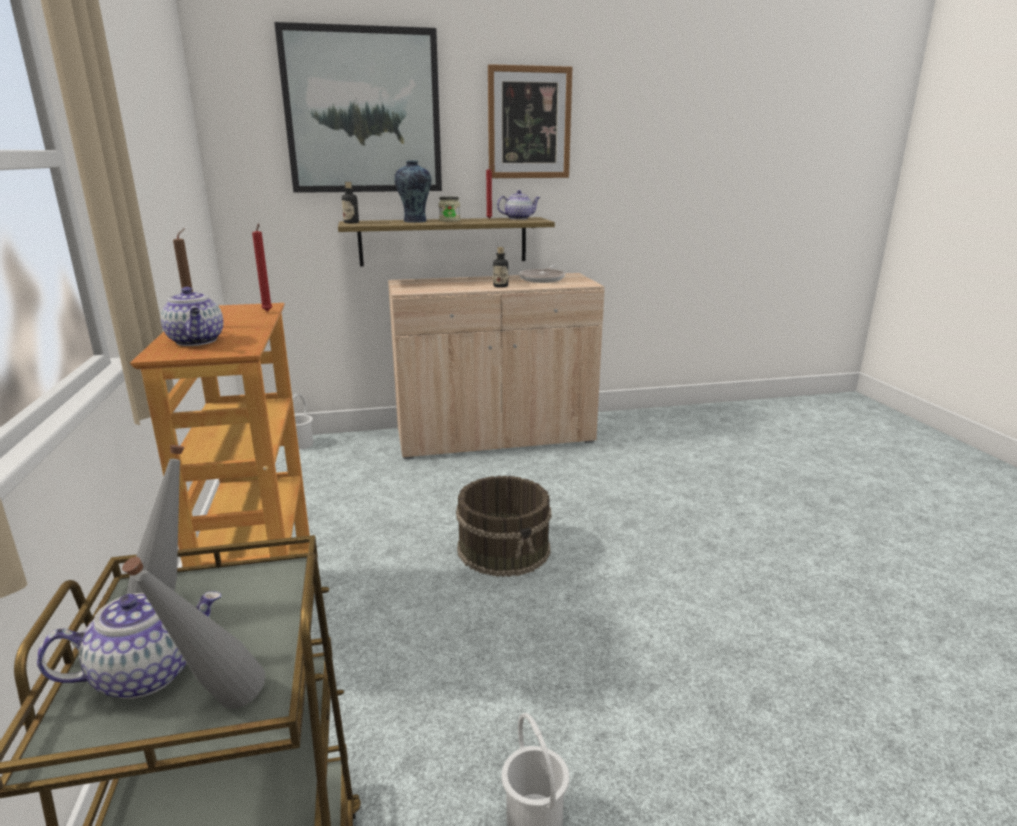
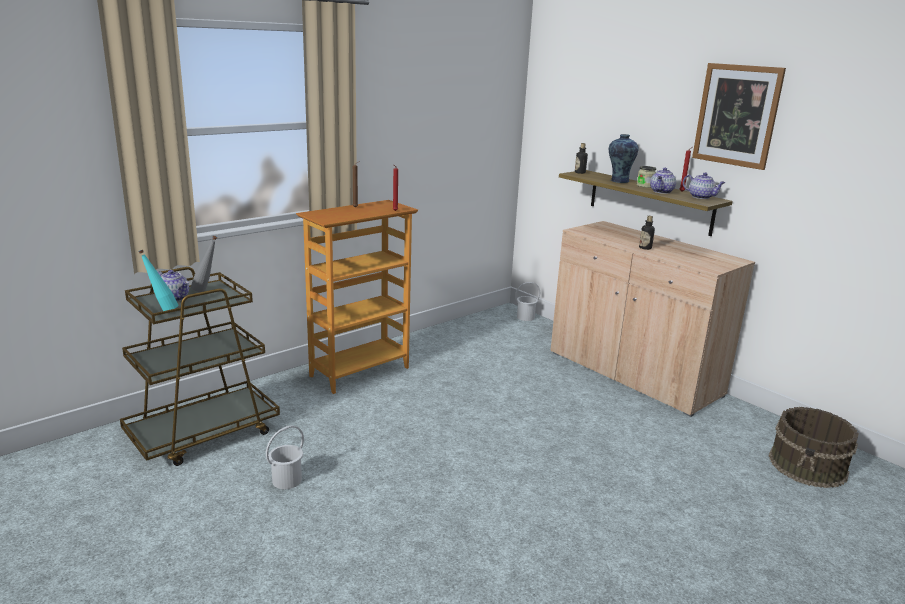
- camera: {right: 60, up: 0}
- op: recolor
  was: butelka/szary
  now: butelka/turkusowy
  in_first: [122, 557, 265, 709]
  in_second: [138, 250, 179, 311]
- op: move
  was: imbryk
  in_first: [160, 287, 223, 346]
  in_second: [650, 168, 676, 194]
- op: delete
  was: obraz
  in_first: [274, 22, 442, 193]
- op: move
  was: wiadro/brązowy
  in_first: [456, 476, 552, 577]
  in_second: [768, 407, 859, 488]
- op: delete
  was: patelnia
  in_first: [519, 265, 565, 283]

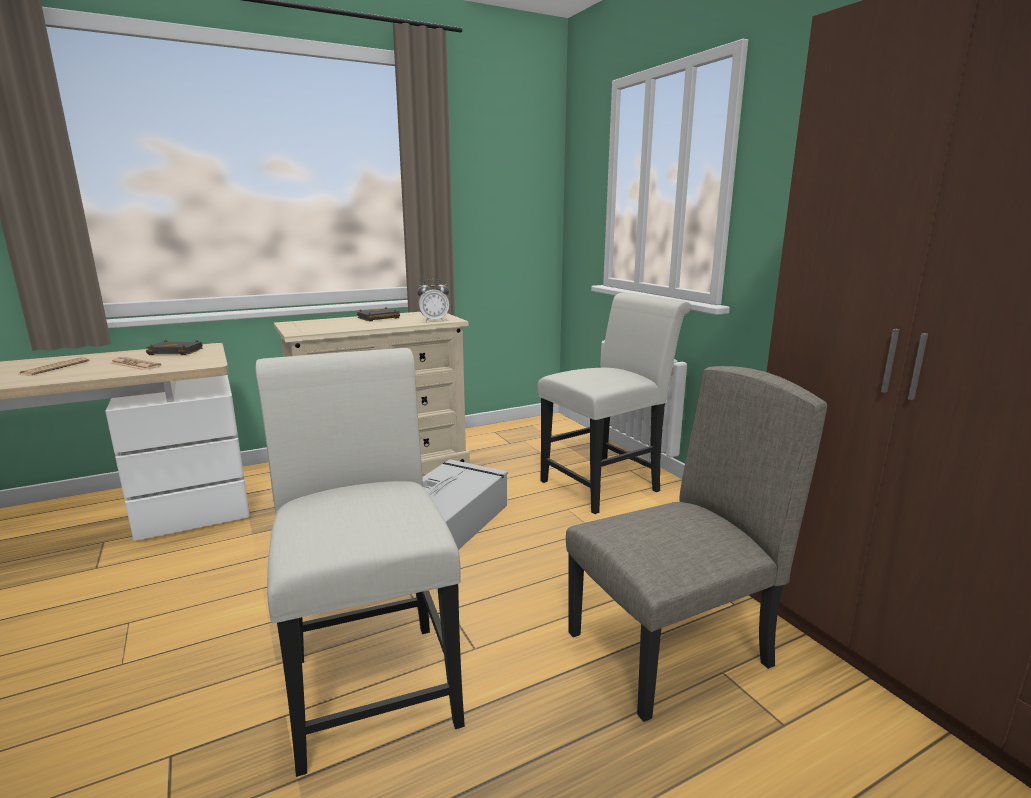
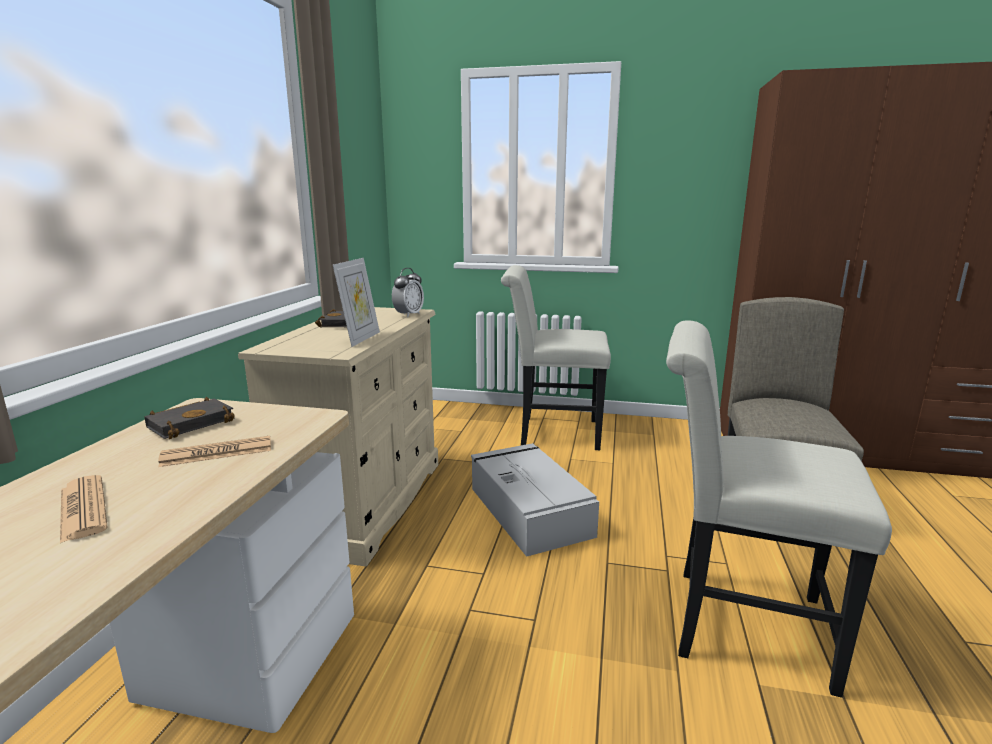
- camera: {right: -50, up: 0}
- op: rotate
  was: krzesło/biały
  in_first: [538, 292, 691, 514]
  in_second: [501, 265, 611, 450]
  clockwise: -90
- op: insert
  now: ramka na zdjęcie
  in_second: [333, 258, 380, 347]

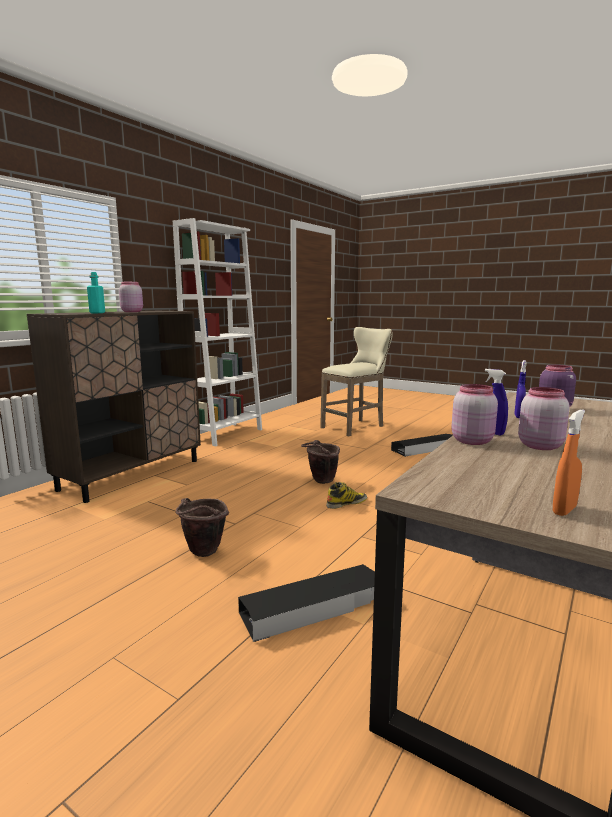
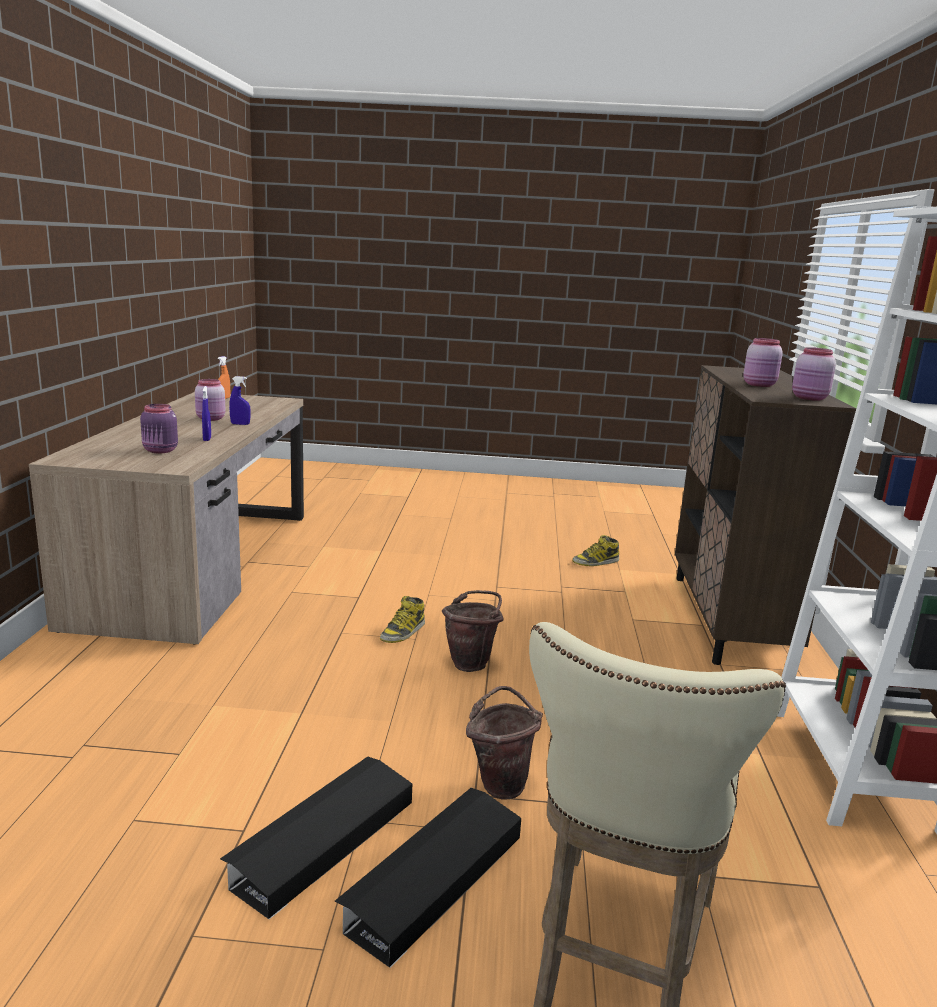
- camera: {right: 150, up: 5}
- op: delete
  was: butelka/turkusowy
  in_first: [87, 272, 105, 313]
- op: move
  was: wiadro/brązowy
  in_first: [176, 498, 229, 557]
  in_second: [466, 686, 543, 800]
- op: move
  was: pojemnik do przechowywania/czarny
  in_first: [238, 564, 375, 642]
  in_second: [335, 788, 521, 968]
- op: move
  was: słoik/różowy
  in_first: [451, 384, 498, 445]
  in_second: [792, 347, 836, 401]
- op: insert
  now: but z cholewką
  in_second: [572, 535, 619, 566]

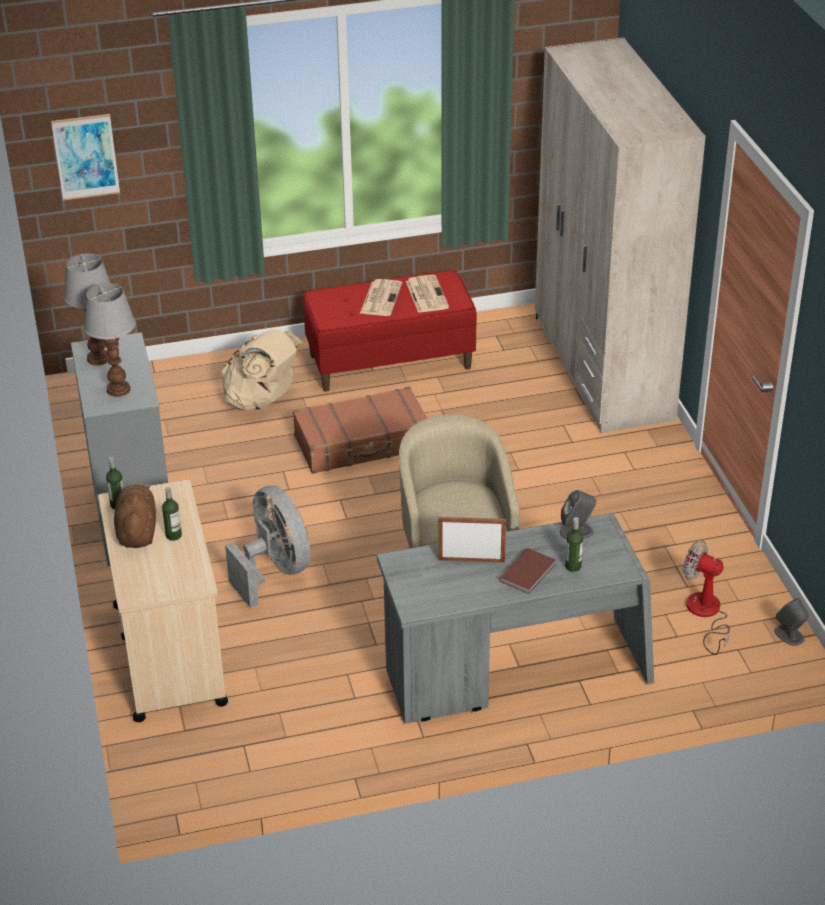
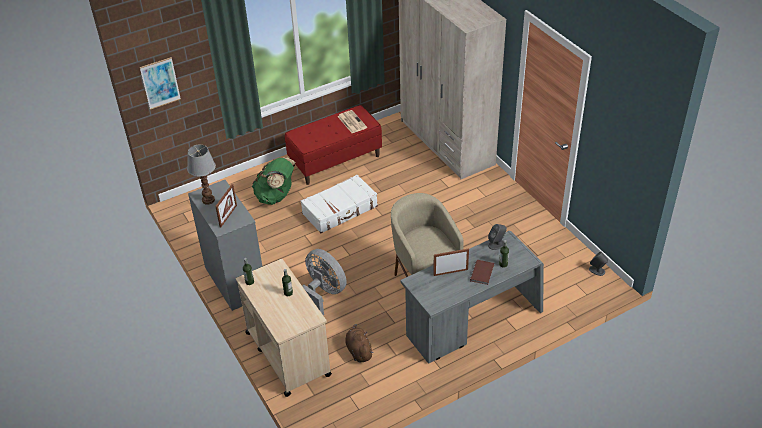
- camera: {right: -15, up: 5}
- op: replace
  was: lampa stołowa
  now: ramka na zdjęcie
  in_first: [84, 283, 136, 397]
  in_second: [215, 184, 237, 228]
- op: move
  was: pluszak/brązowy
  in_first: [114, 484, 156, 548]
  in_second: [345, 324, 373, 363]
- op: recolor
  was: plecak/beżowy
  now: plecak/zielony
  in_first: [221, 329, 304, 411]
  in_second: [252, 157, 296, 205]
- op: recolor
  was: walizka/brązowy
  now: walizka/biały
  in_first: [293, 386, 428, 474]
  in_second: [301, 175, 378, 233]
- op: delete
  was: gazeta
  in_first: [360, 279, 402, 316]
- op: delete
  was: wentylator
  in_first: [683, 540, 730, 655]

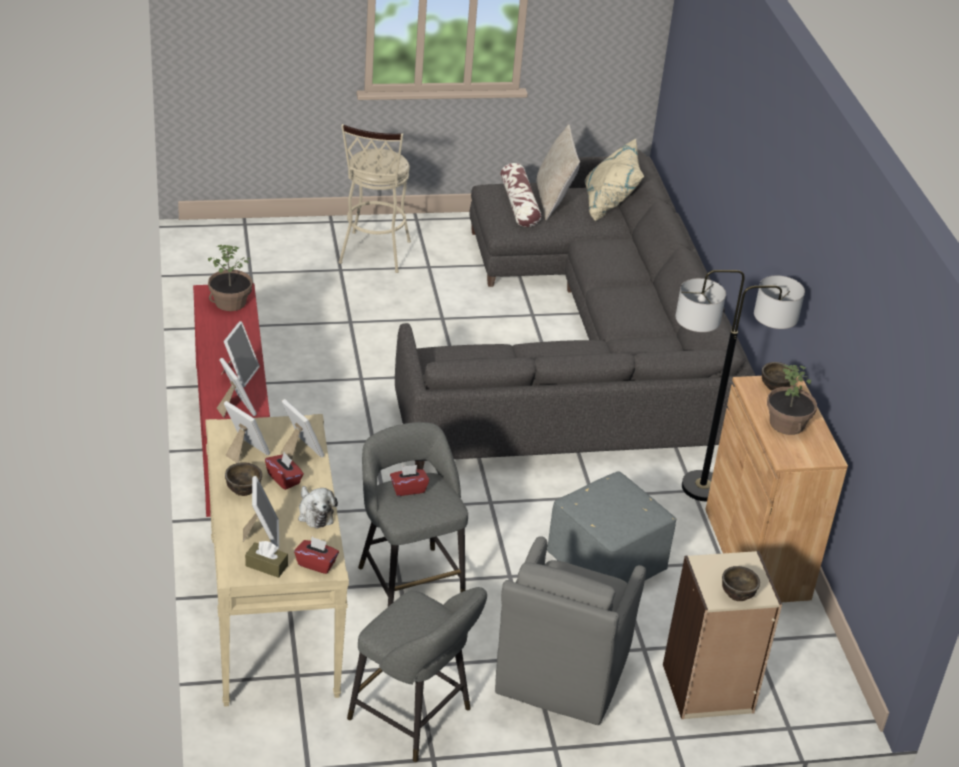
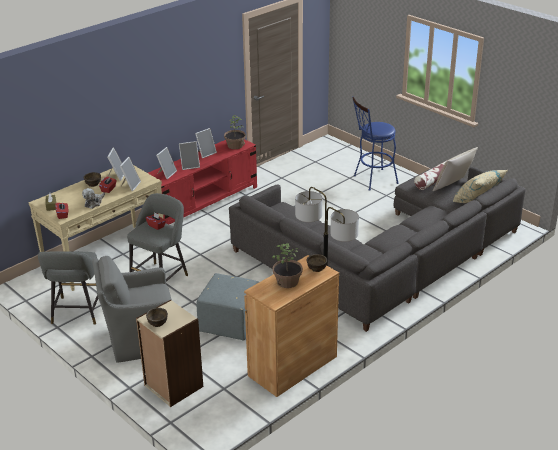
- camera: {right: 60, up: -5}
- op: move
  was: ramka na zdjęcie
  in_first: [243, 476, 279, 549]
  in_second: [195, 128, 217, 158]
- op: recolor
  was: stołek/beżowy
  now: stołek/niebieski
  in_first: [339, 124, 411, 273]
  in_second: [352, 97, 399, 191]

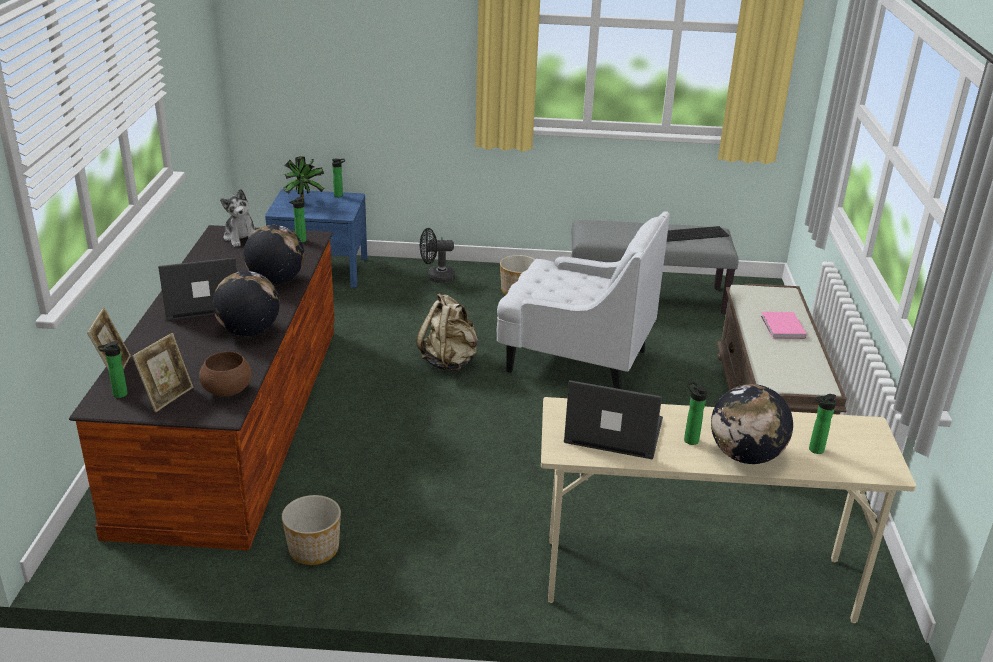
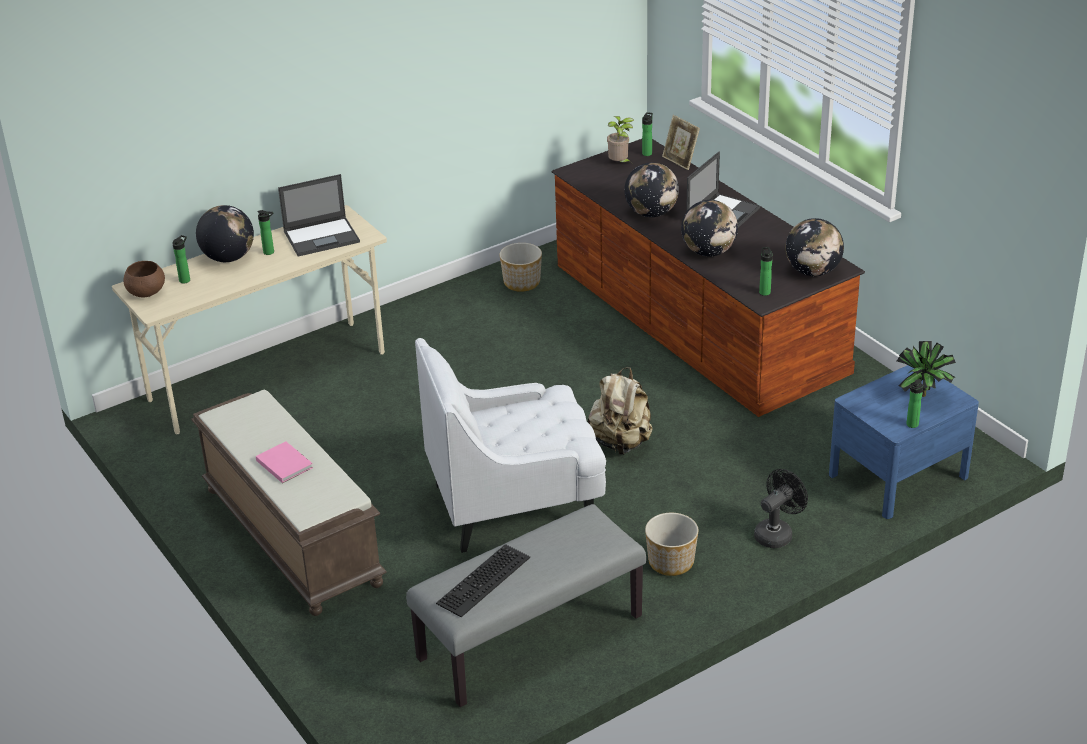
- camera: {right: 145, up: 5}
- op: replace
  was: ramka na zdjęcie
  now: roślina doniczkowa
  in_first: [132, 333, 193, 412]
  in_second: [607, 116, 634, 163]
- op: move
  was: miska/brązowy
  in_first: [199, 351, 252, 397]
  in_second: [123, 261, 165, 297]
- op: replace
  was: pluszak
  now: globus
  in_first: [220, 189, 255, 247]
  in_second: [785, 218, 844, 276]

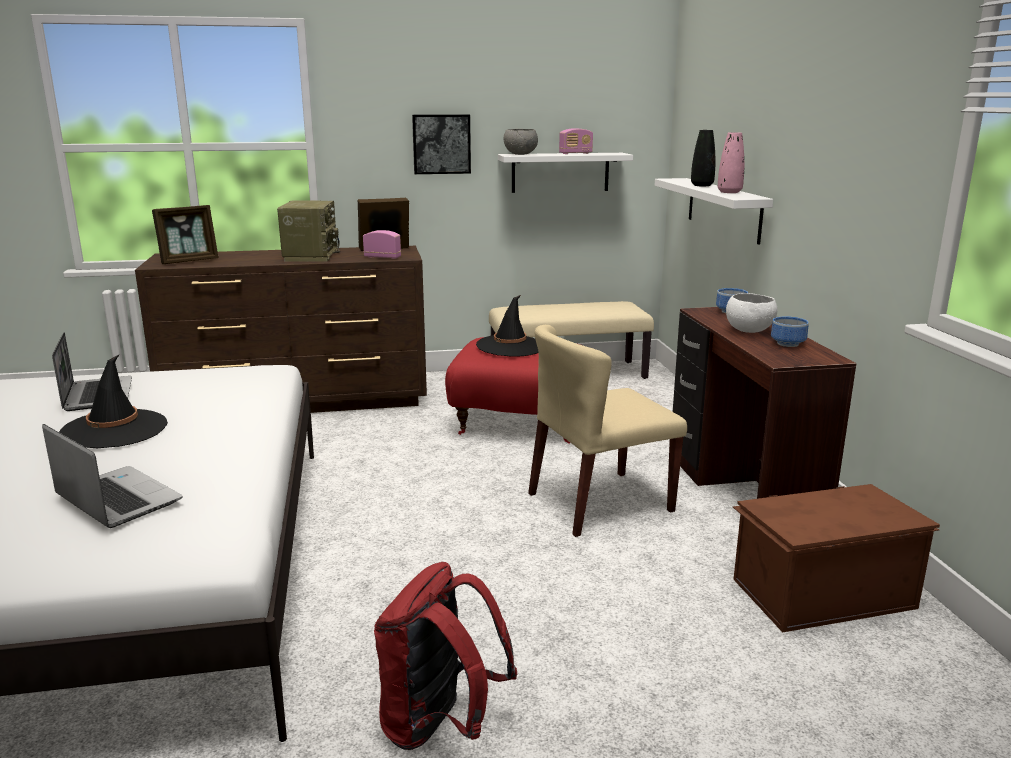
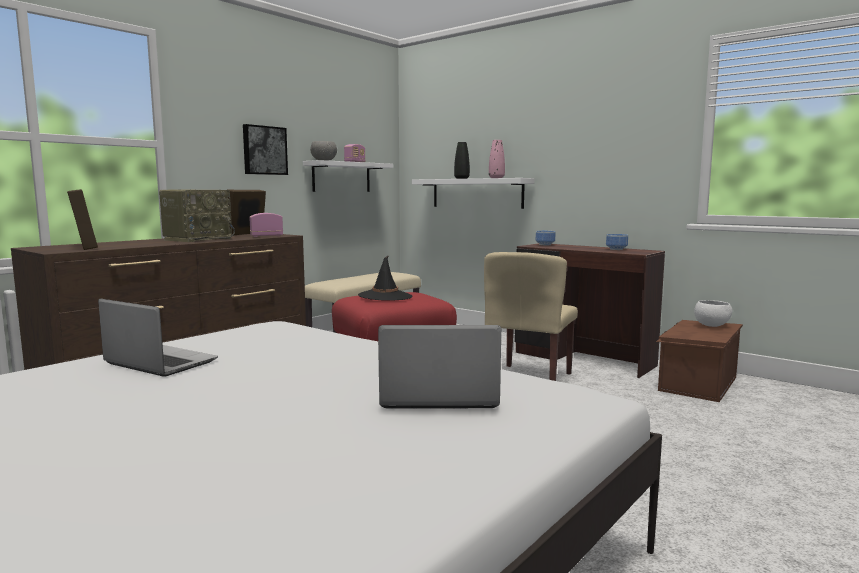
- camera: {right: -40, up: -10}
- op: delete
  was: kapelusz/czarny
  in_first: [59, 355, 168, 448]
- op: rotate
  was: ramka na zdjęcie
  in_first: [152, 205, 219, 264]
  in_second: [67, 189, 98, 250]
  clockwise: -45
- op: rotate
  was: radio
  in_first: [277, 200, 340, 262]
  in_second: [159, 190, 235, 242]
  clockwise: 75
- op: delete
  was: plecak/czerwony
  in_first: [374, 562, 517, 750]
- op: move
  was: miska/biały
  in_first: [726, 293, 777, 333]
  in_second: [694, 300, 732, 327]

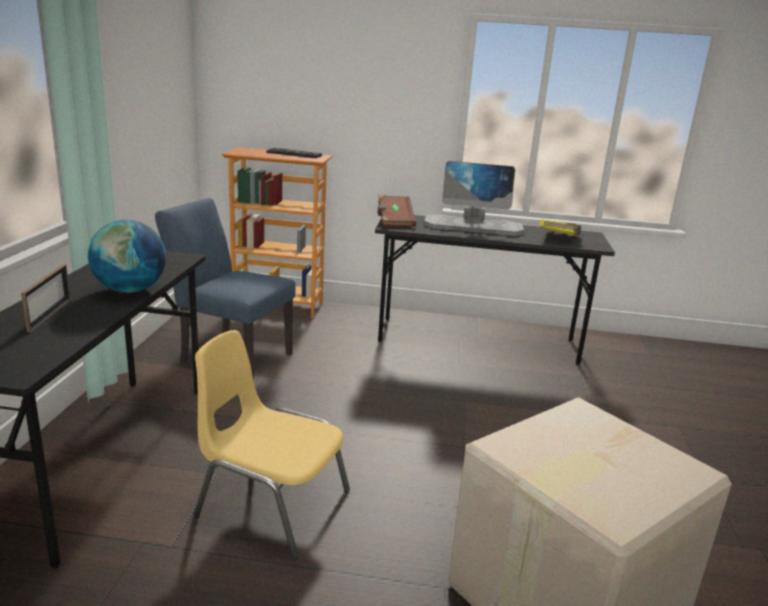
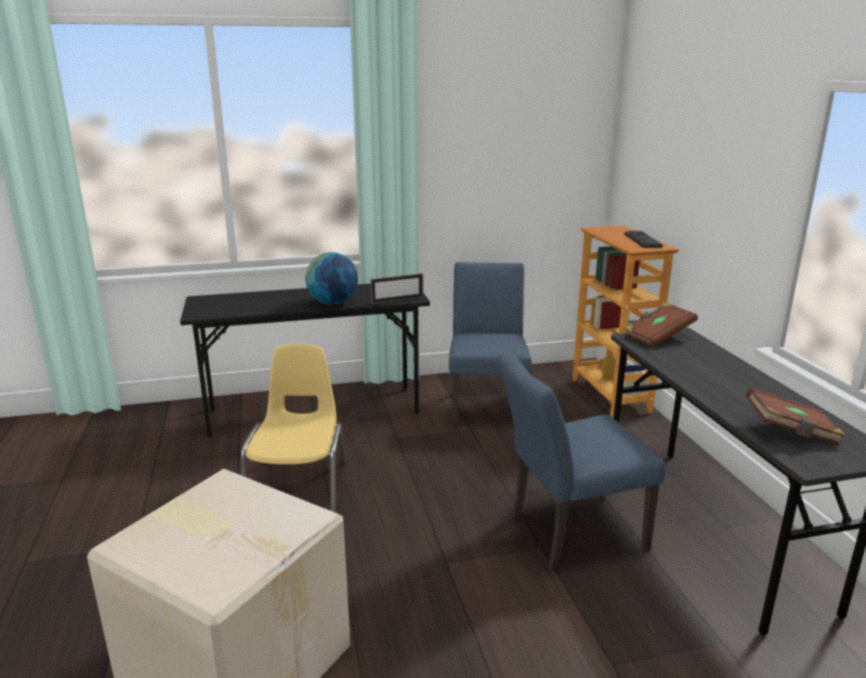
- camera: {right: 70, up: 0}
- op: move
  was: ramka na zdjęcie
  in_first: [21, 264, 71, 332]
  in_second: [371, 273, 423, 304]
- op: delete
  was: monitor
  in_first: [424, 161, 524, 236]
- op: recolor
  was: książka/żółty
  now: książka/brązowy
  in_first: [540, 219, 581, 236]
  in_second: [745, 388, 846, 445]
- op: insert
  now: krzesło/niebieski
  in_second: [497, 352, 665, 571]

